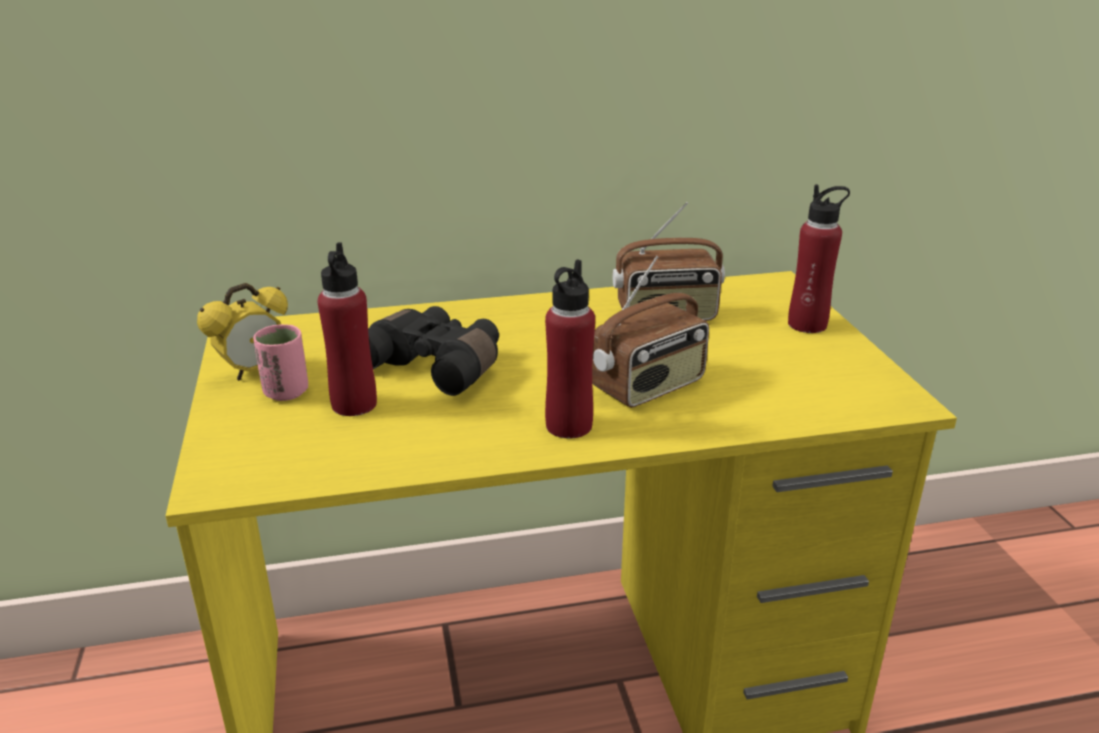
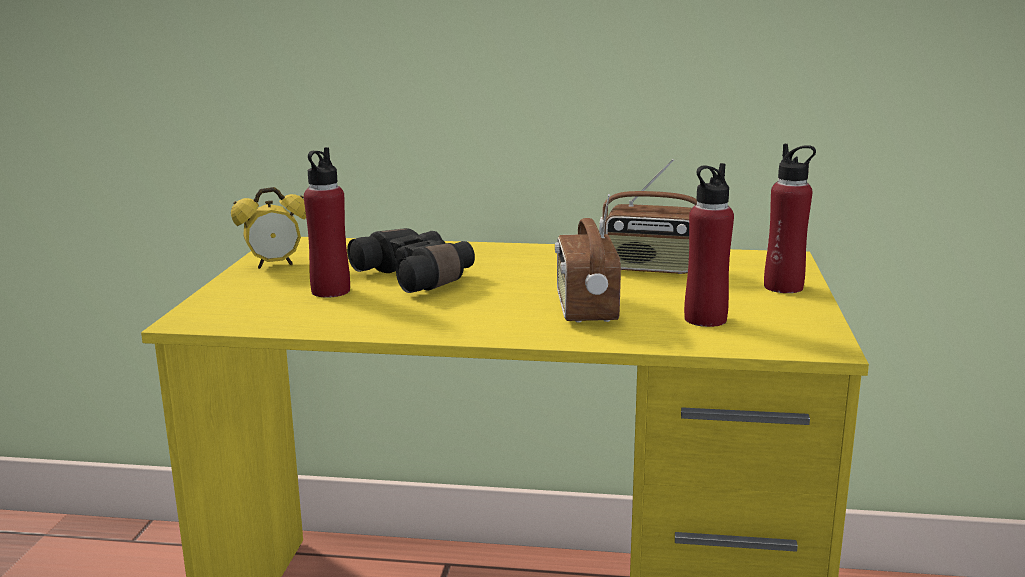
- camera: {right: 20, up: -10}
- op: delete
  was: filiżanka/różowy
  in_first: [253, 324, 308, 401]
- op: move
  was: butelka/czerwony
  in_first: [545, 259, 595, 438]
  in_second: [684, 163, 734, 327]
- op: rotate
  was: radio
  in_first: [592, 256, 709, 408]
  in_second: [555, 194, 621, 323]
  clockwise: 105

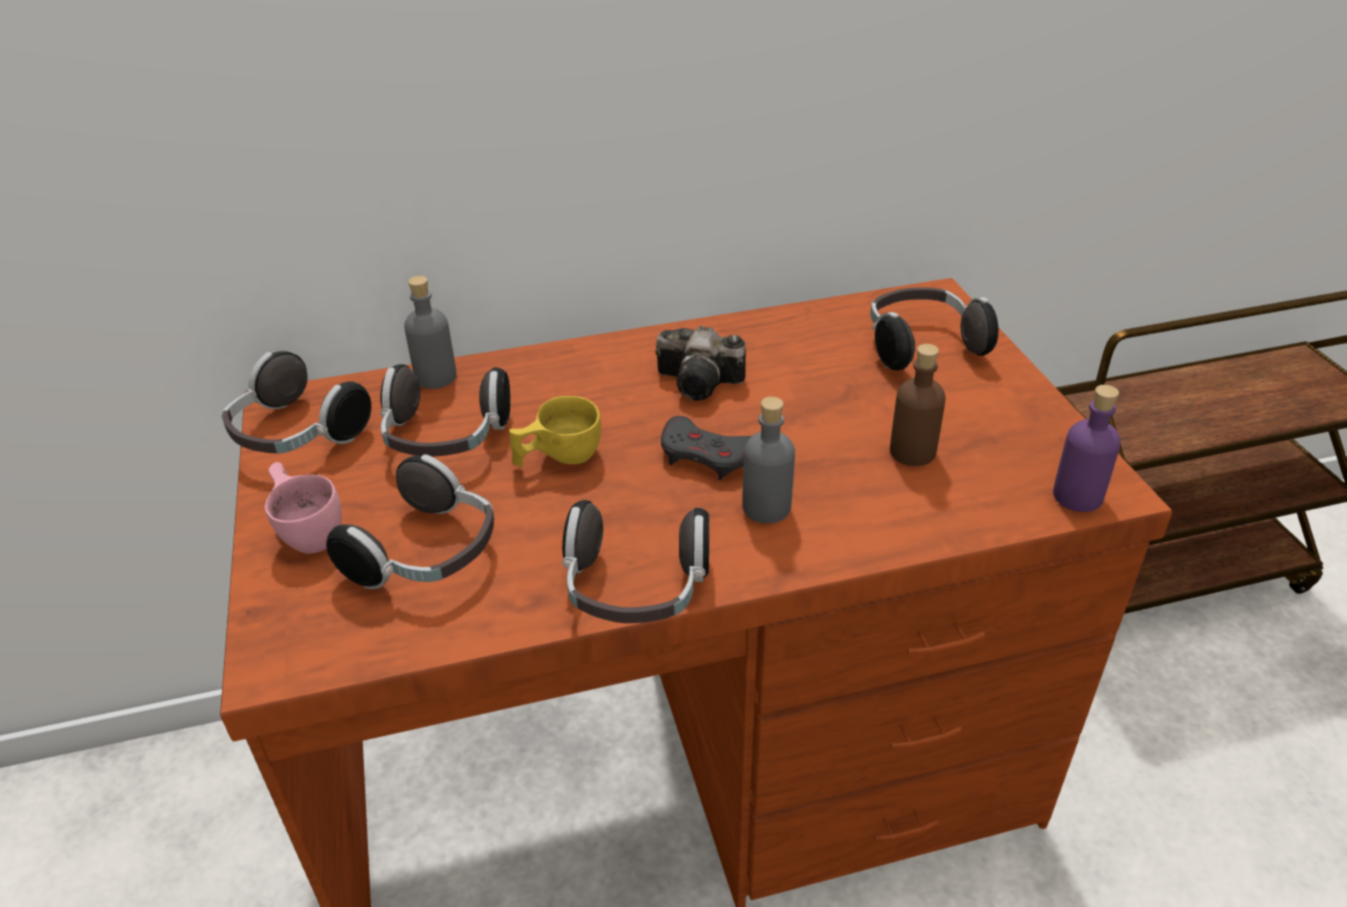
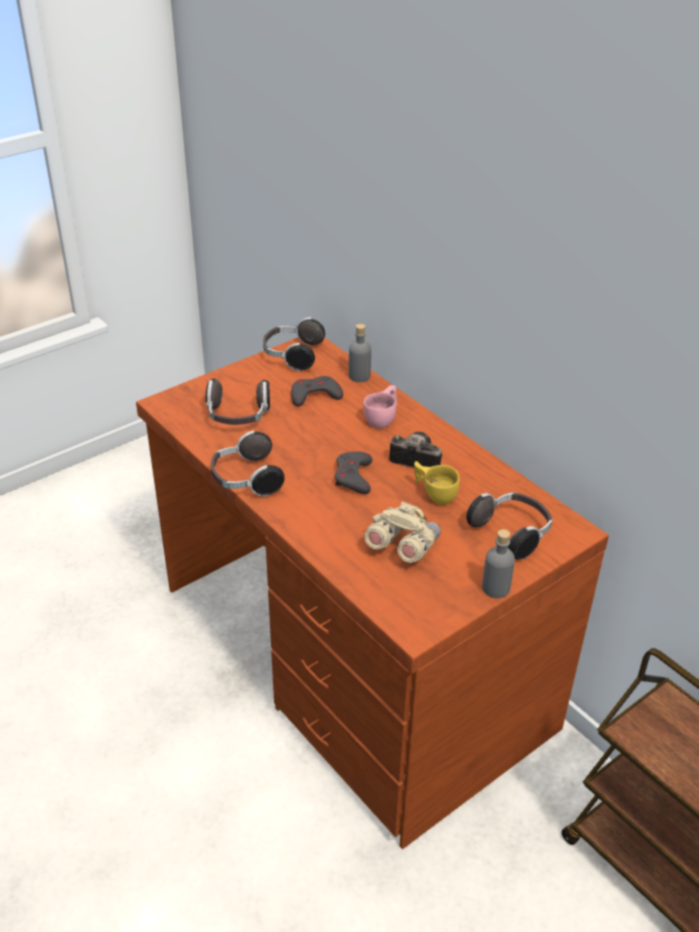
- camera: {right: 65, up: 0}
- op: move
  was: filiżanka/różowy
  in_first: [265, 462, 342, 554]
  in_second: [364, 385, 397, 428]
- op: replace
  was: słuchawki
  now: pad do gier/szary
  in_first: [380, 364, 510, 457]
  in_second: [291, 376, 343, 406]
- op: move
  was: filiżanka/żółty
  in_first: [509, 396, 601, 467]
  in_second: [414, 461, 460, 505]
- op: rotate
  was: aparat fotograficzny
  in_first: [655, 326, 746, 401]
  in_second: [389, 432, 442, 468]
  clockwise: 120
- op: move
  was: butelka/szary
  in_first: [742, 397, 795, 524]
  in_second: [482, 529, 515, 598]
- op: replace
  was: butelka/brązowy
  now: lornetka/beżowy
  in_first: [890, 344, 946, 466]
  in_second: [364, 501, 441, 563]
- op: delete
  was: butelka/fioletowy
  in_first: [1053, 385, 1121, 512]

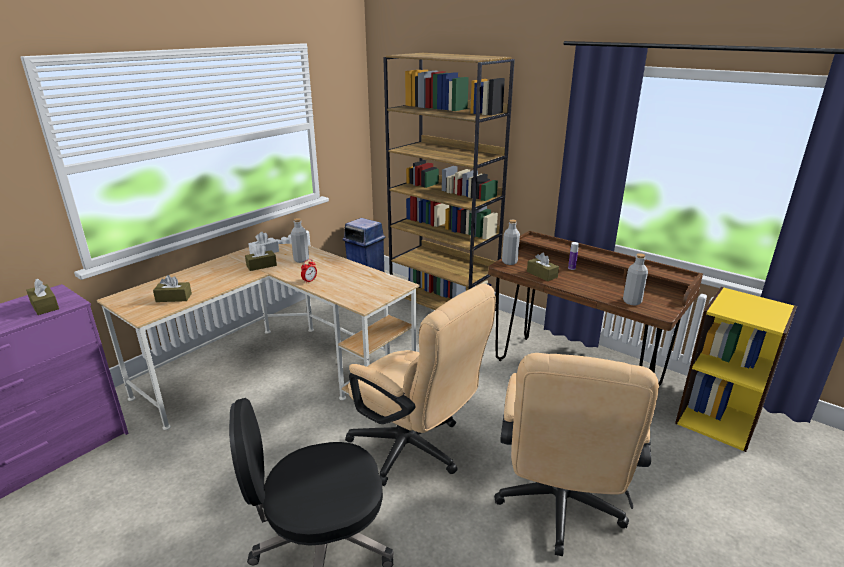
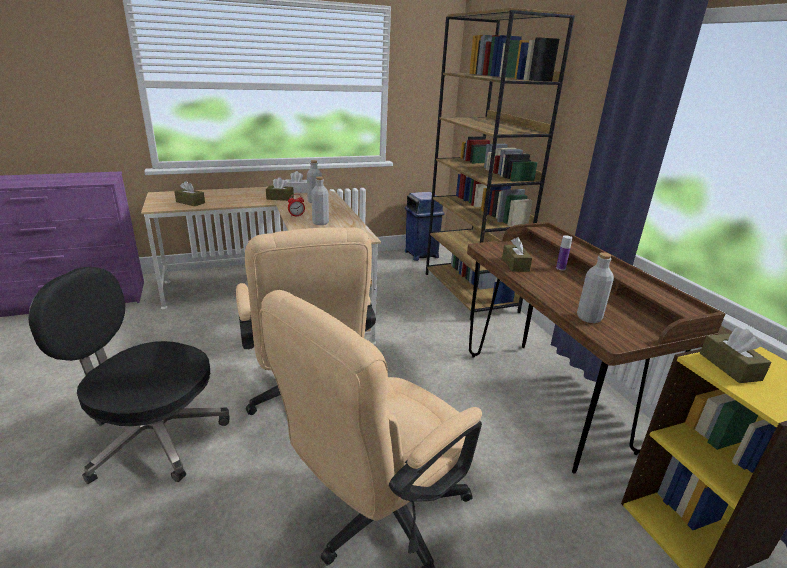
- camera: {right: 30, up: 0}
- op: move
  was: pudełko chusteczek/brązowy
  in_first: [26, 279, 59, 315]
  in_second: [700, 327, 772, 383]
- op: move
  was: butelka/szary
  in_first: [502, 220, 520, 265]
  in_second: [311, 176, 329, 225]

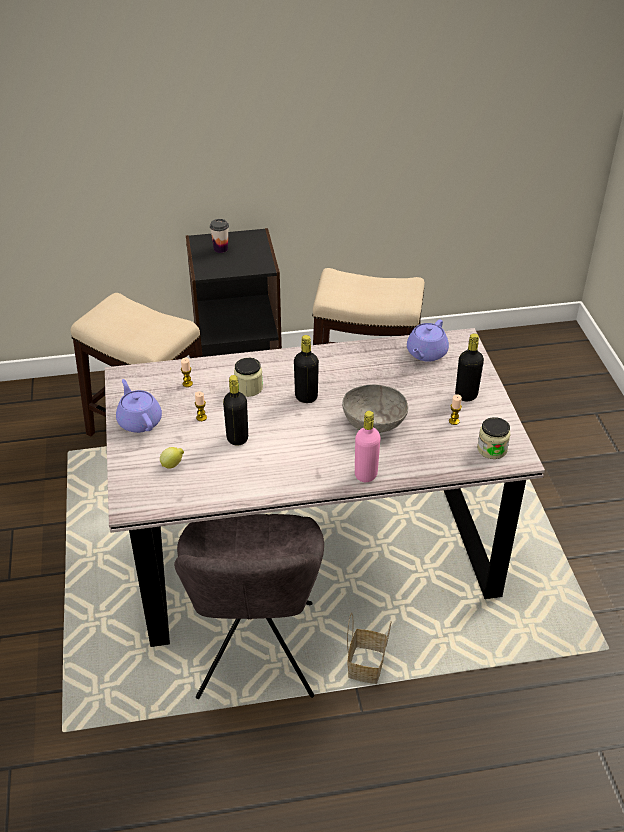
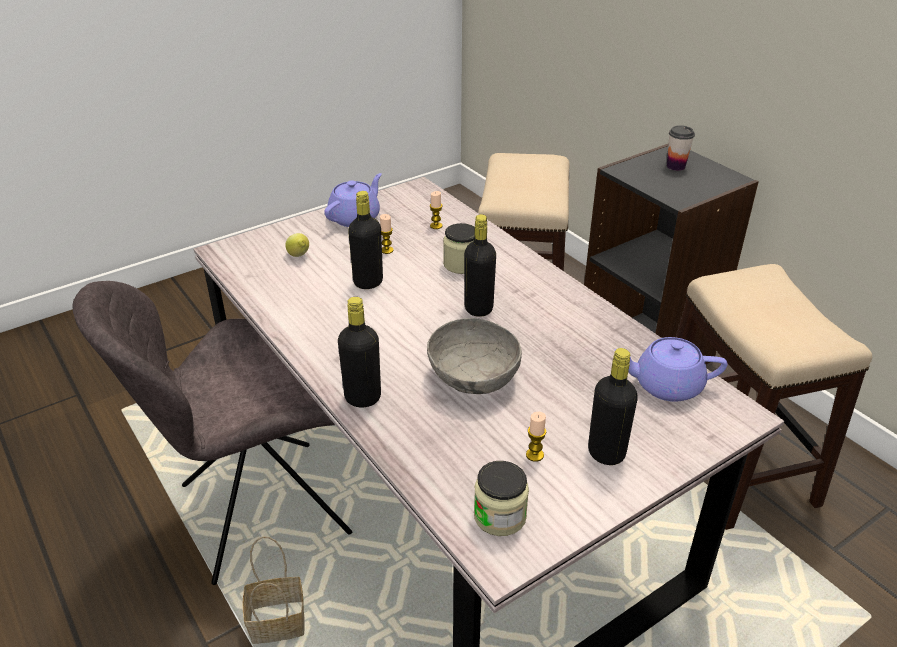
- camera: {right: 65, up: -5}
- op: recolor
  was: butelka/różowy
  now: butelka/czarny
  in_first: [355, 411, 381, 482]
  in_second: [338, 297, 381, 408]

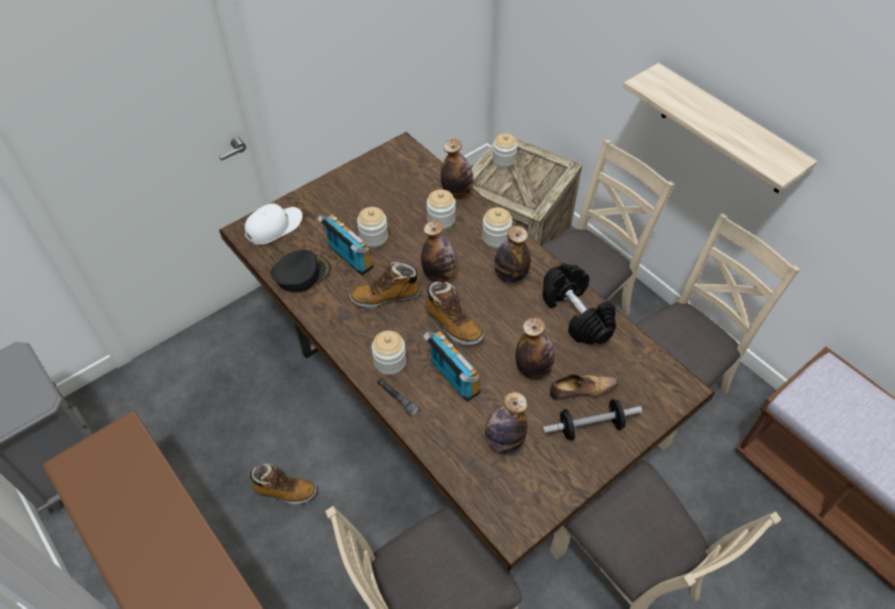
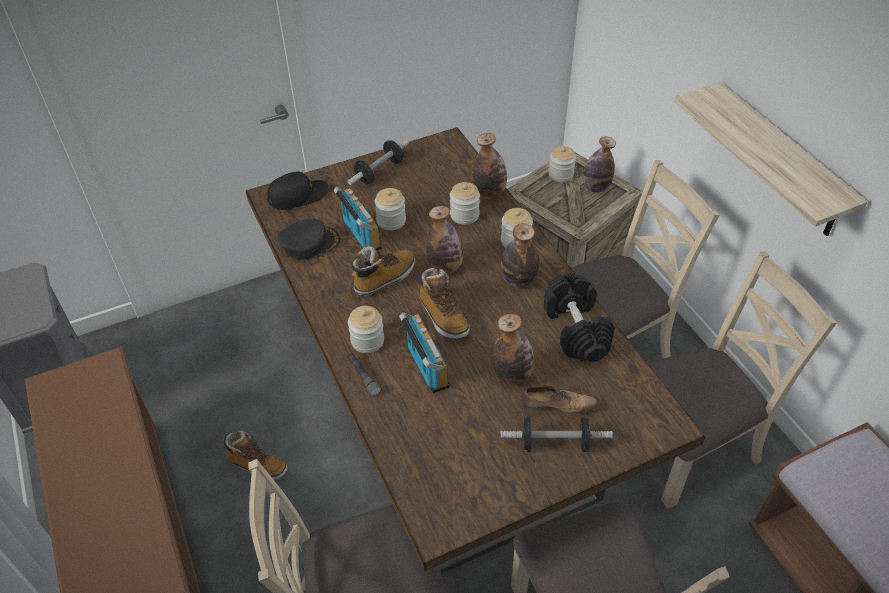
- camera: {right: 15, up: -5}
- op: recolor
  was: czapka z daszkiem/biały
  now: czapka z daszkiem/czarny
  in_first: [245, 203, 303, 244]
  in_second: [267, 171, 328, 210]
- op: rotate
  was: but z cholewką
  in_first: [350, 262, 420, 308]
  in_second: [352, 246, 415, 296]
  clockwise: 135
- op: move
  was: butelka
  in_first: [485, 392, 527, 454]
  in_second: [583, 136, 616, 193]
- op: insert
  now: hantel
  in_second: [348, 140, 409, 185]

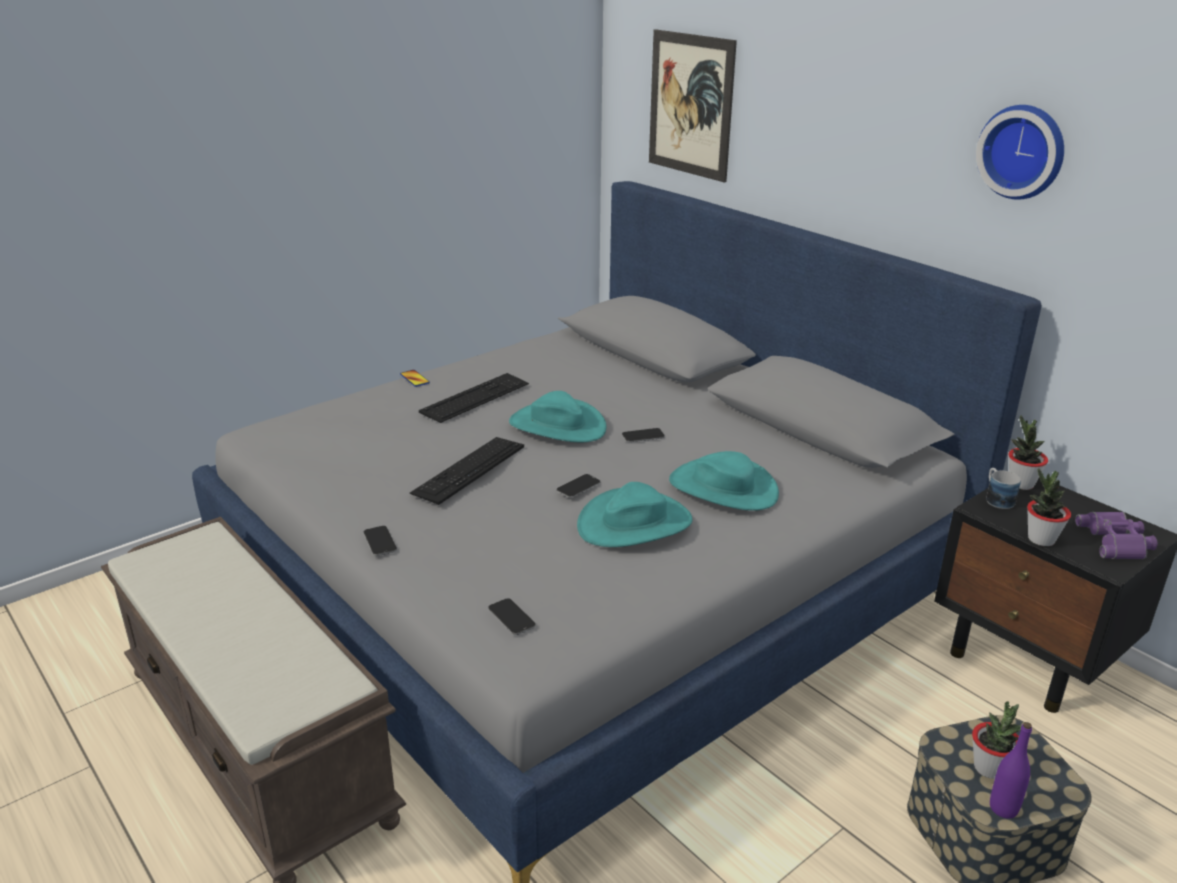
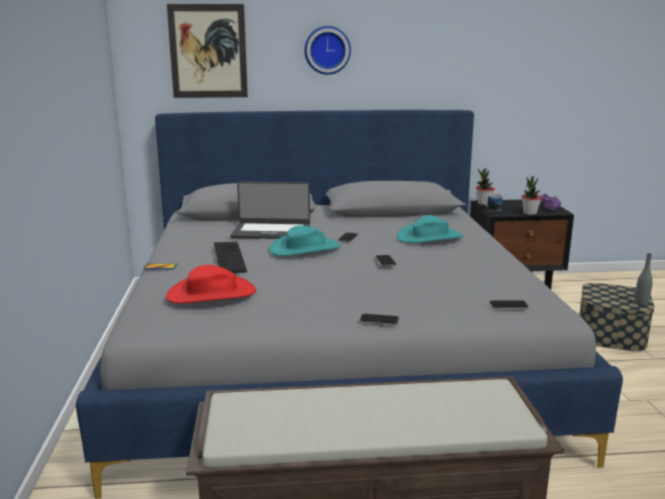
- camera: {right: -55, up: -10}
- op: delete
  was: klawiatura
  in_first: [410, 437, 524, 505]
- op: delete
  was: kapelusz/turkusowy
  in_first: [577, 482, 692, 547]
- op: delete
  was: roślina doniczkowa
  in_first: [972, 701, 1021, 779]
- op: move
  was: zegar ścienny
  in_first: [976, 105, 1064, 200]
  in_second: [304, 26, 351, 75]
- op: recolor
  was: butelka/fioletowy
  now: butelka/szary
  in_first: [990, 722, 1032, 818]
  in_second: [635, 253, 653, 306]
- op: insert
  now: kapelusz/czerwony
  in_second: [166, 265, 256, 303]
- op: insert
  now: laptop
  in_second: [230, 181, 310, 239]

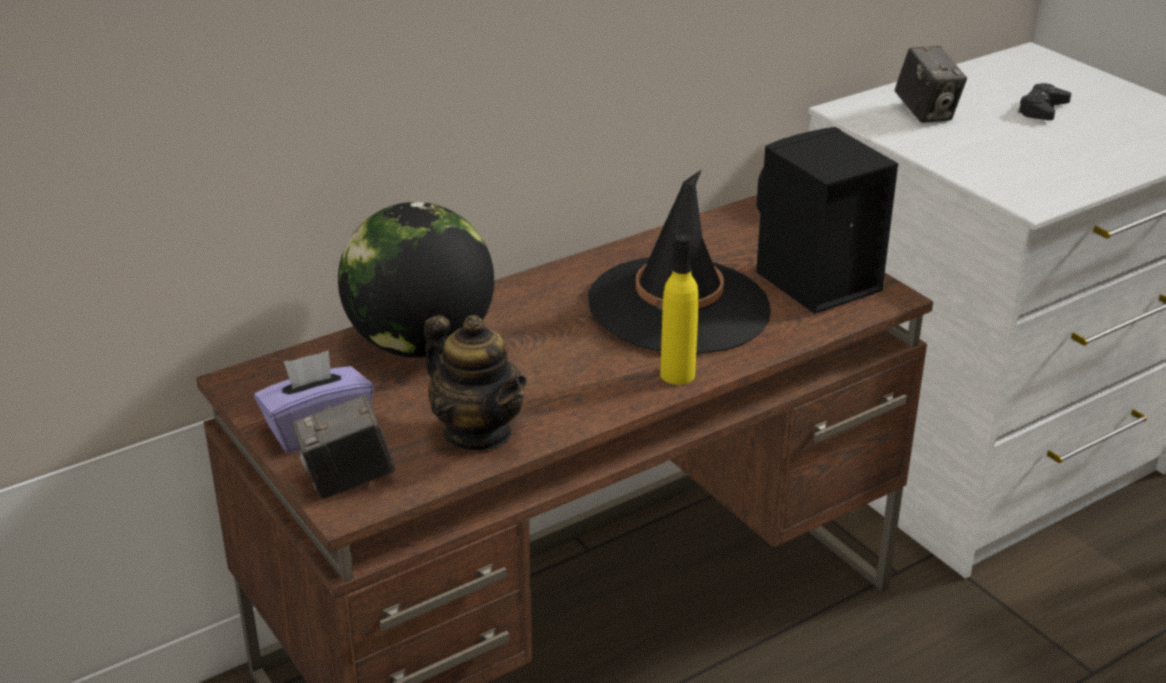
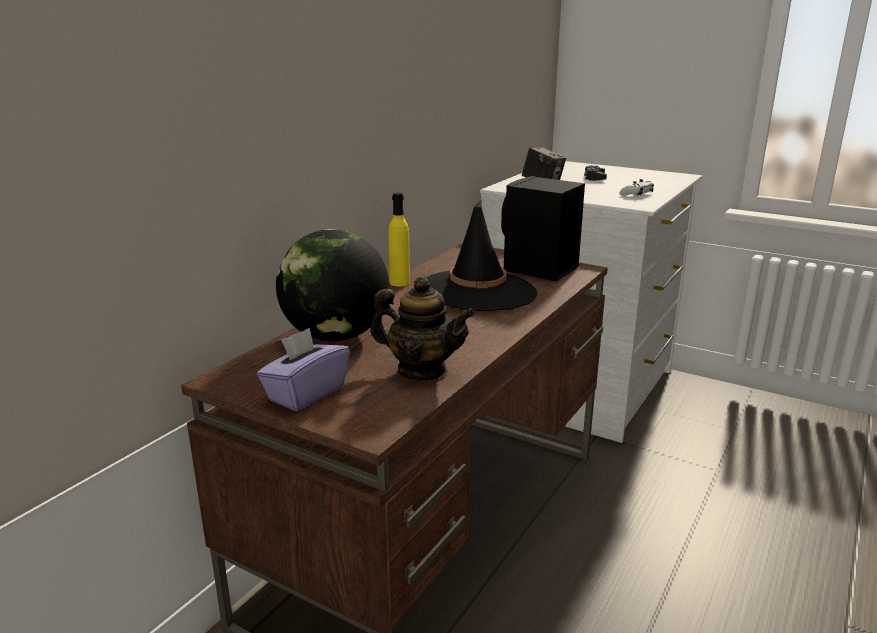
- camera: {right: -25, up: -10}
- op: delete
  was: aparat fotograficzny
  in_first: [293, 395, 395, 499]
- op: move
  was: butelka/żółty
  in_first: [660, 234, 699, 385]
  in_second: [389, 192, 410, 287]
- op: insert
  now: pad do gier/biały
  in_second: [620, 179, 654, 196]

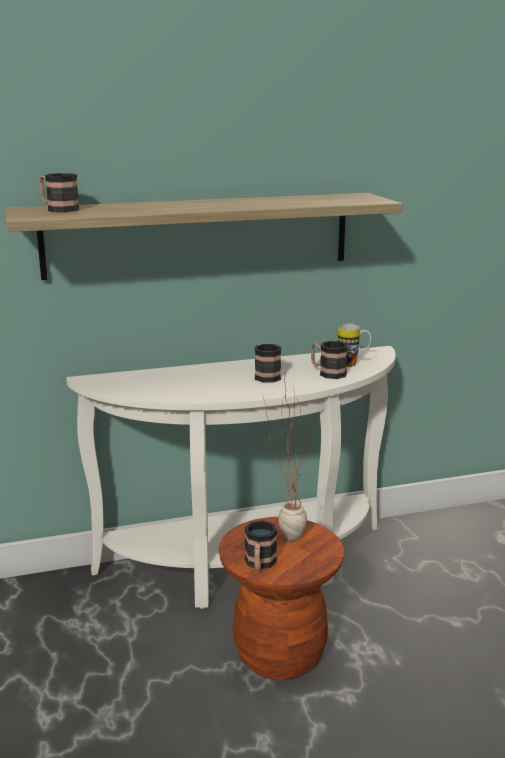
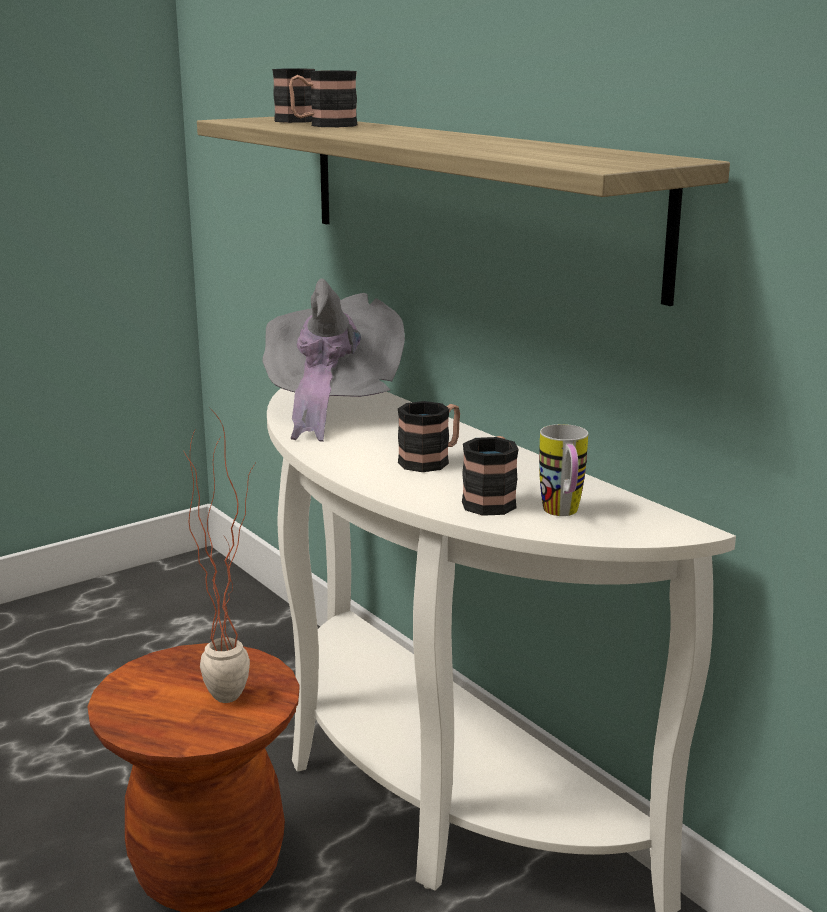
- camera: {right: 70, up: 0}
- op: move
  was: kubek
  in_first: [245, 521, 277, 570]
  in_second: [289, 70, 357, 127]
- op: insert
  now: kapelusz/szary
  in_second: [263, 279, 405, 442]

